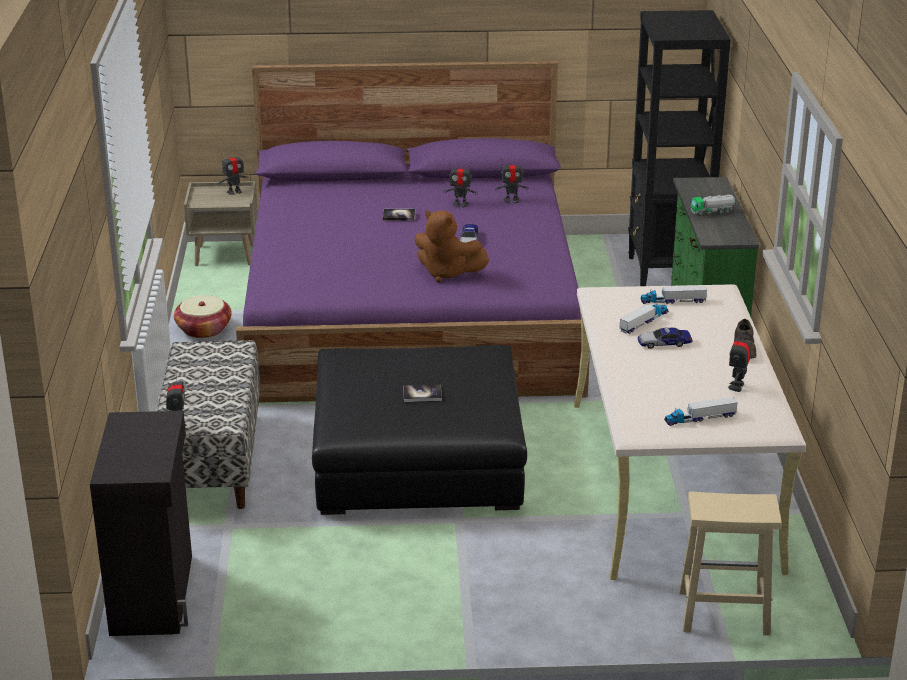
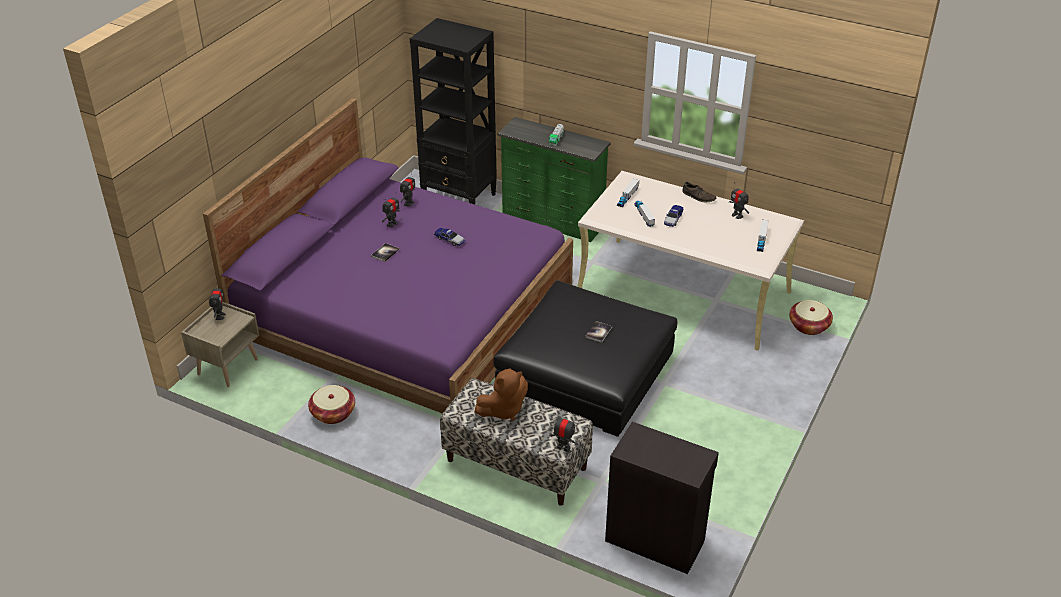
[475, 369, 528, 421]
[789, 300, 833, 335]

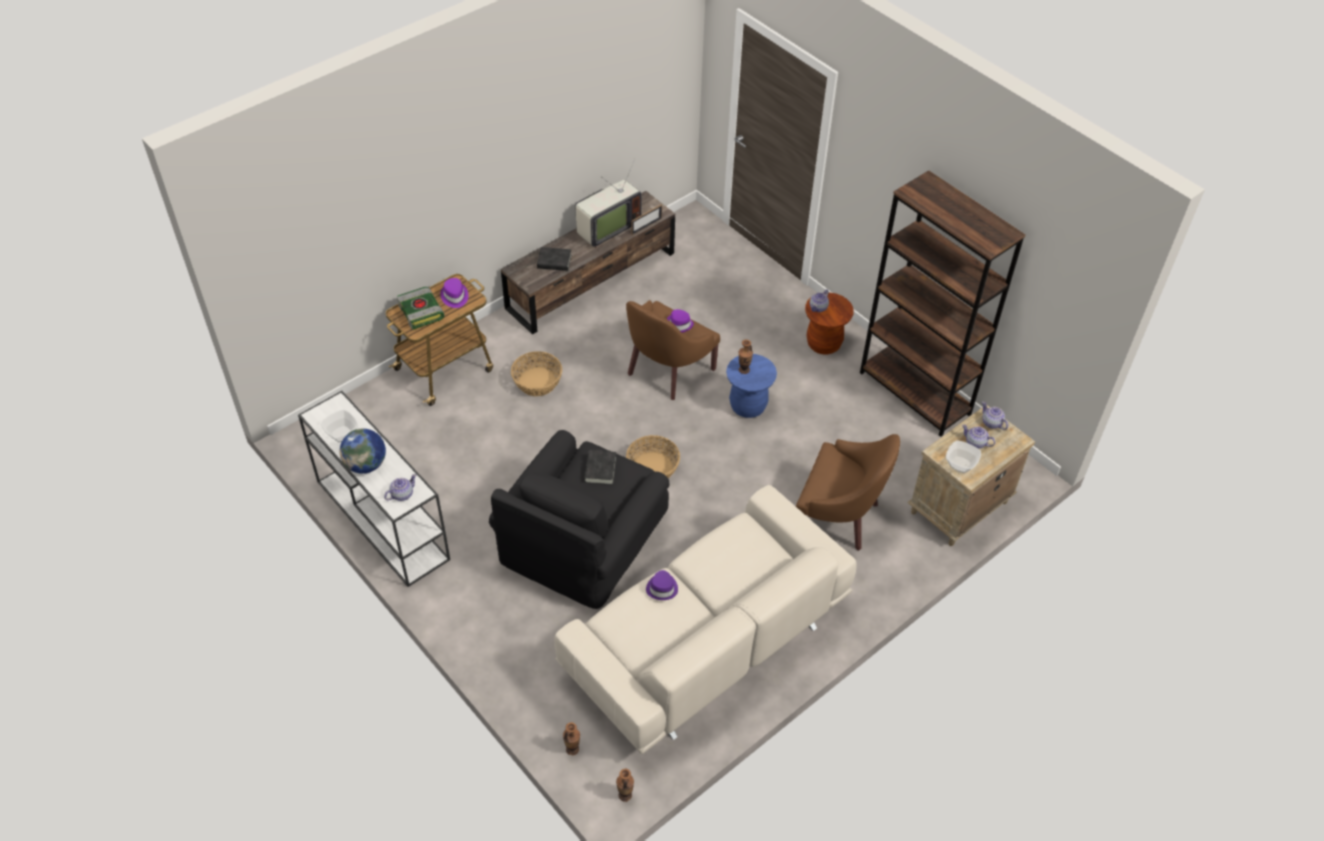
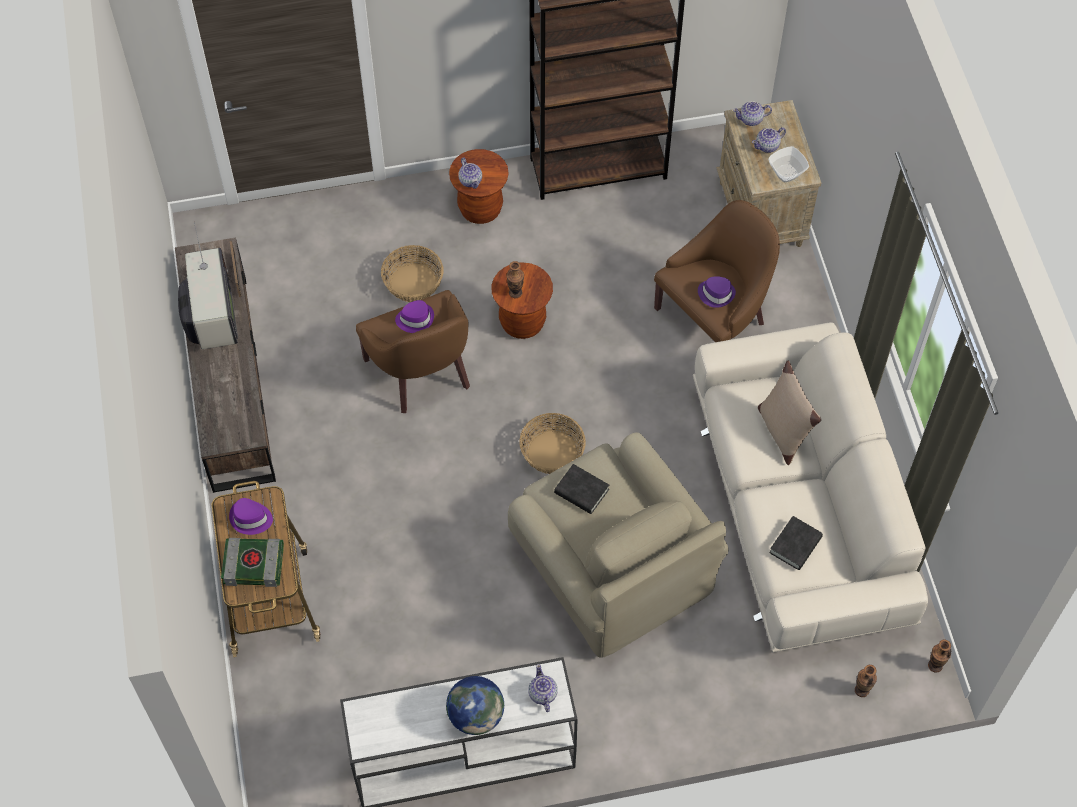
[321, 410, 358, 443] (first image)
[758, 360, 822, 465]
[381, 245, 444, 302]
[769, 516, 823, 570]
[698, 276, 736, 308]
[508, 432, 729, 658]
[492, 262, 553, 339]

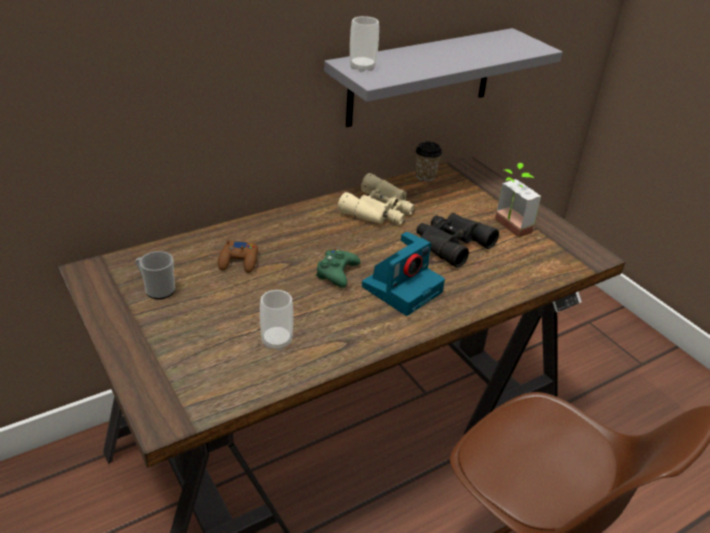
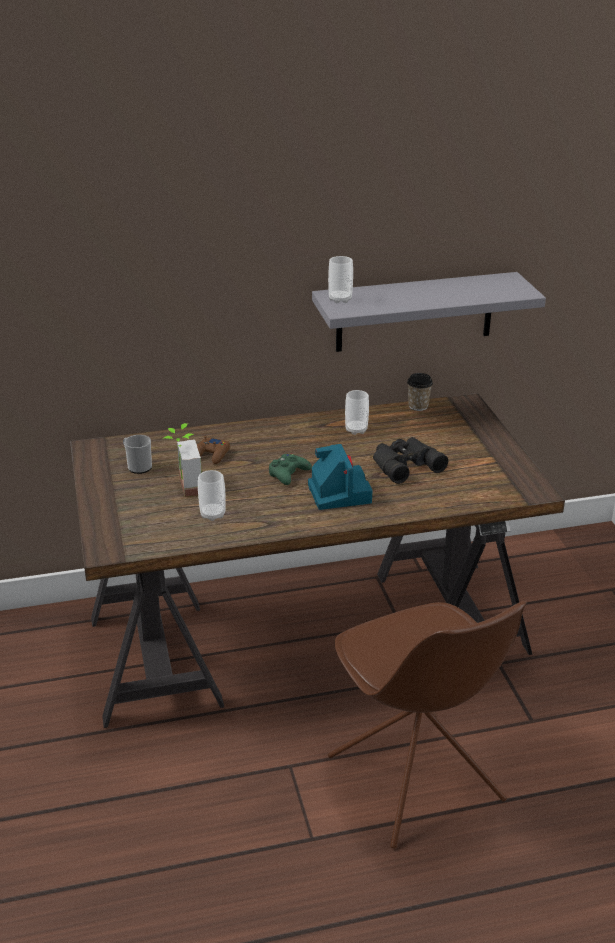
[163, 423, 202, 497]
[345, 390, 369, 435]
[308, 444, 373, 510]

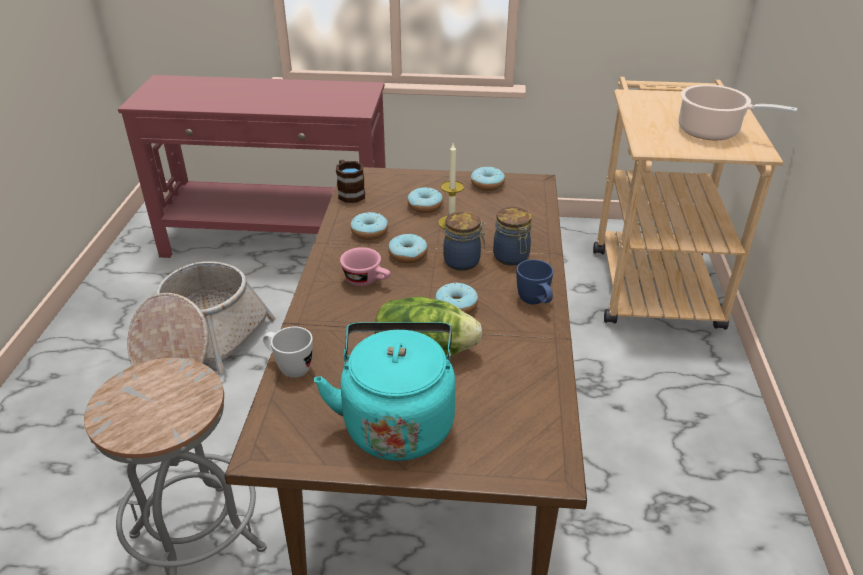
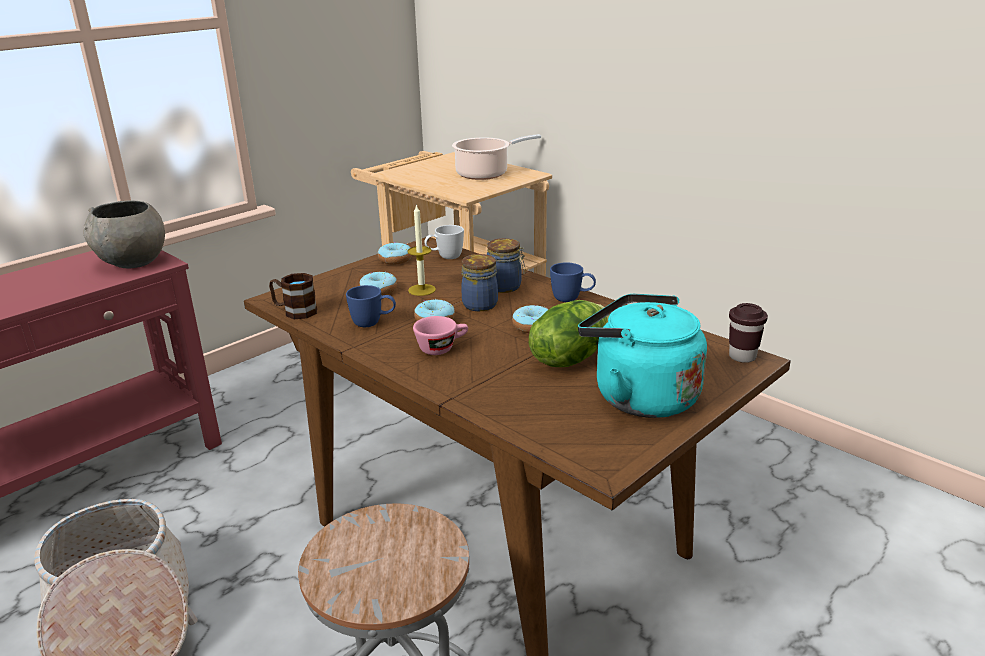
[83, 201, 165, 268]
[729, 303, 768, 363]
[424, 225, 464, 259]
[346, 285, 396, 327]

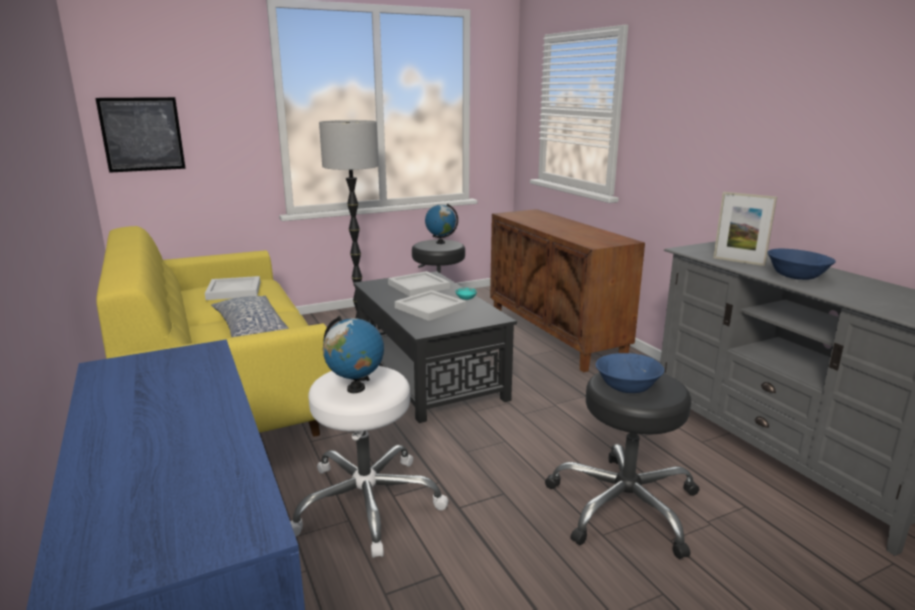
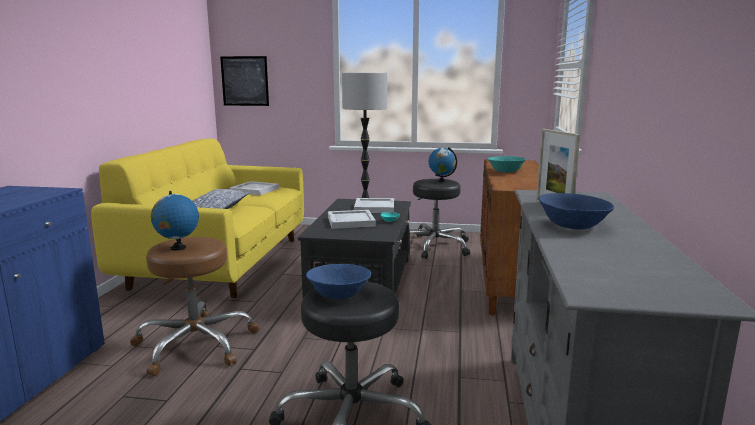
[488, 156, 526, 173]
[130, 237, 259, 376]

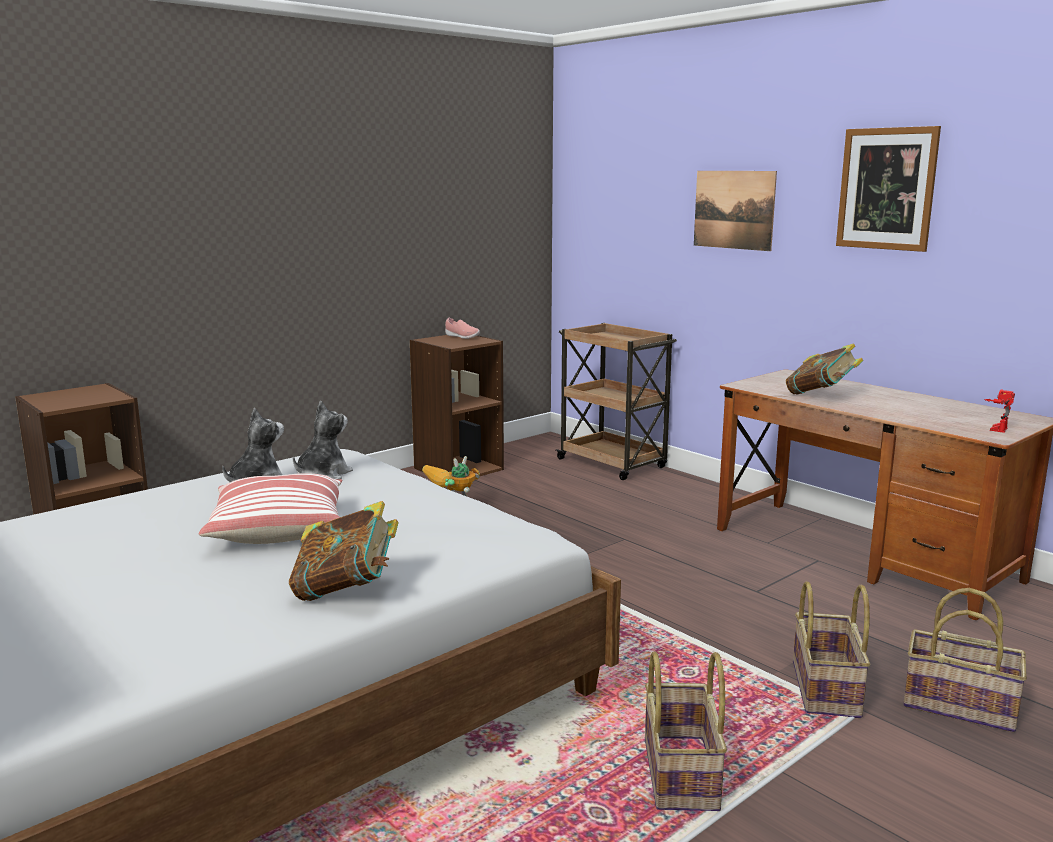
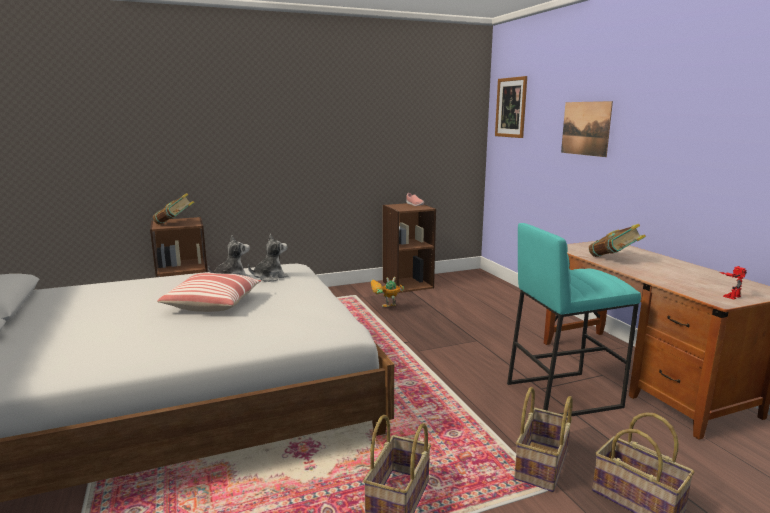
[556, 323, 677, 480] (first image)
[507, 223, 641, 416]
[153, 193, 194, 225]
[495, 76, 527, 138]

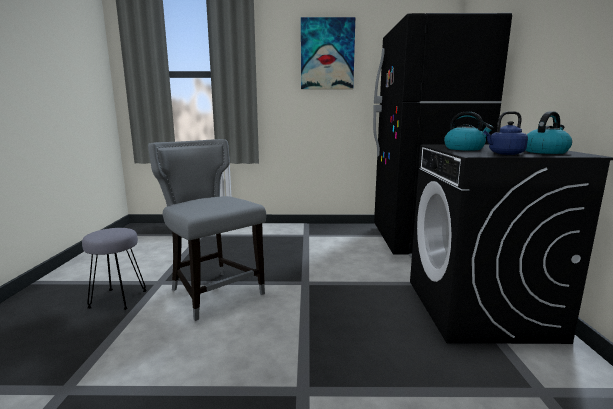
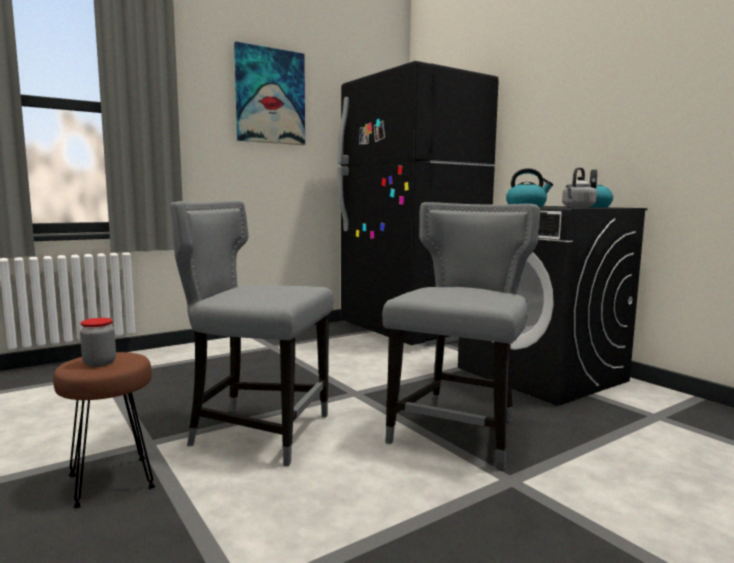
[80, 318, 116, 367]
[382, 202, 540, 470]
[53, 352, 155, 508]
[562, 167, 597, 208]

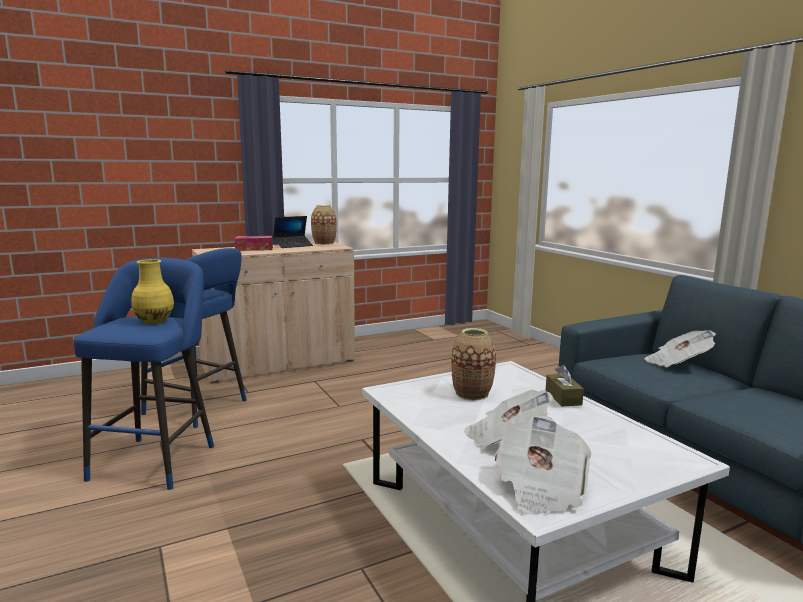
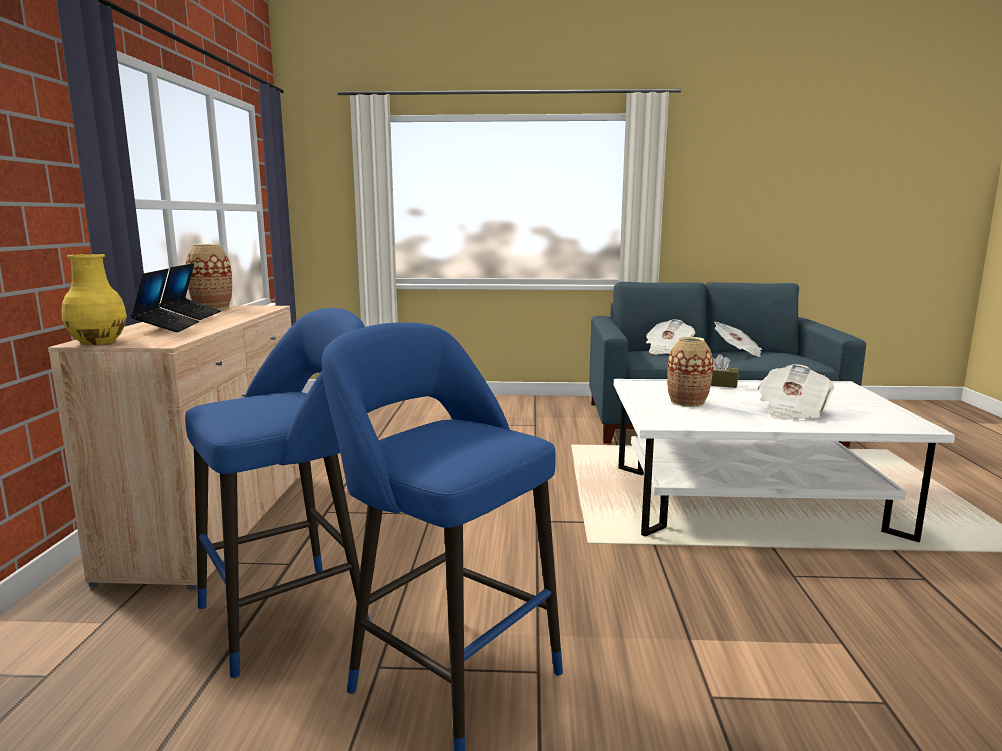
[62, 254, 127, 345]
[715, 322, 762, 357]
[131, 269, 199, 332]

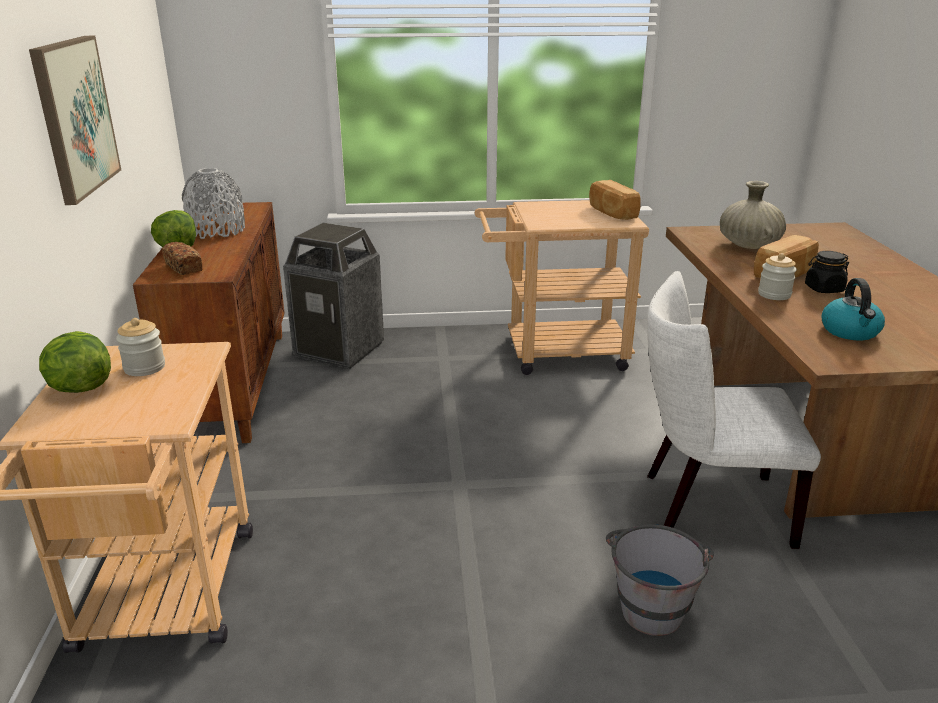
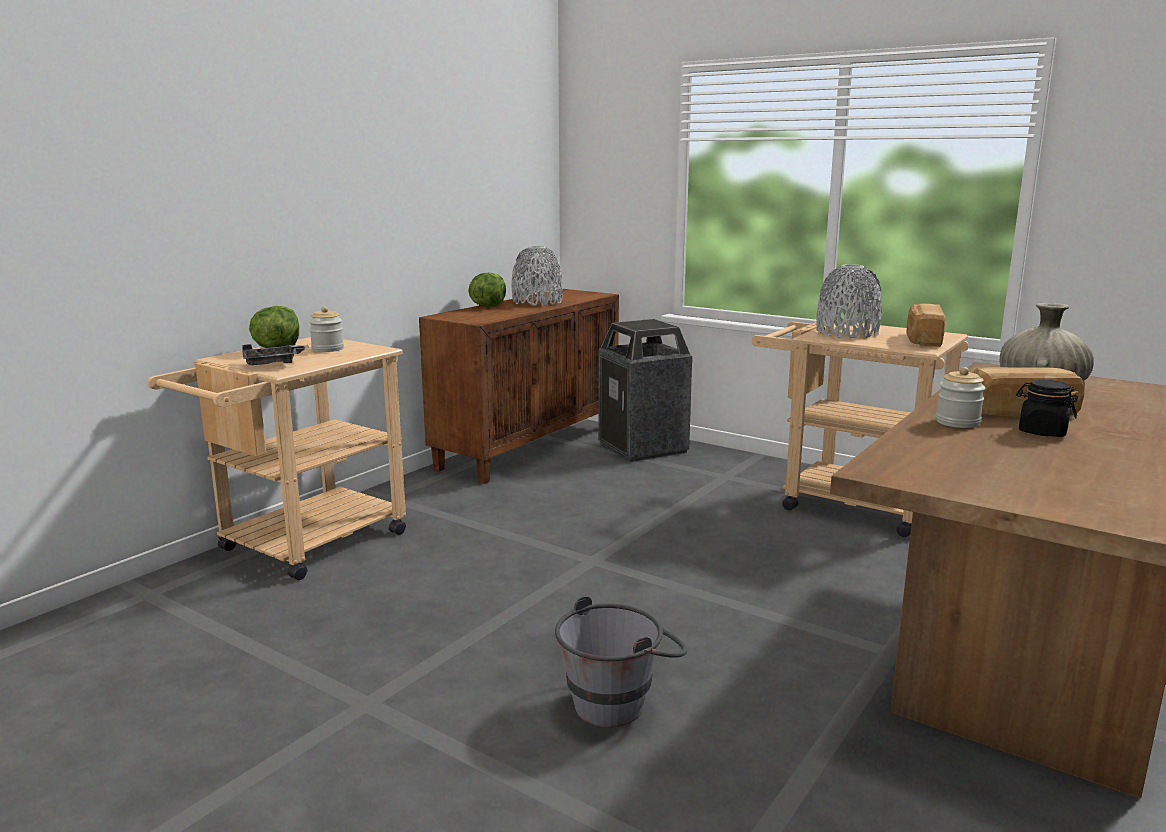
[29, 36, 121, 205] (first image)
[162, 242, 202, 275] (first image)
[647, 271, 821, 549] (first image)
[821, 278, 885, 341] (first image)
[242, 344, 309, 365]
[816, 264, 882, 339]

